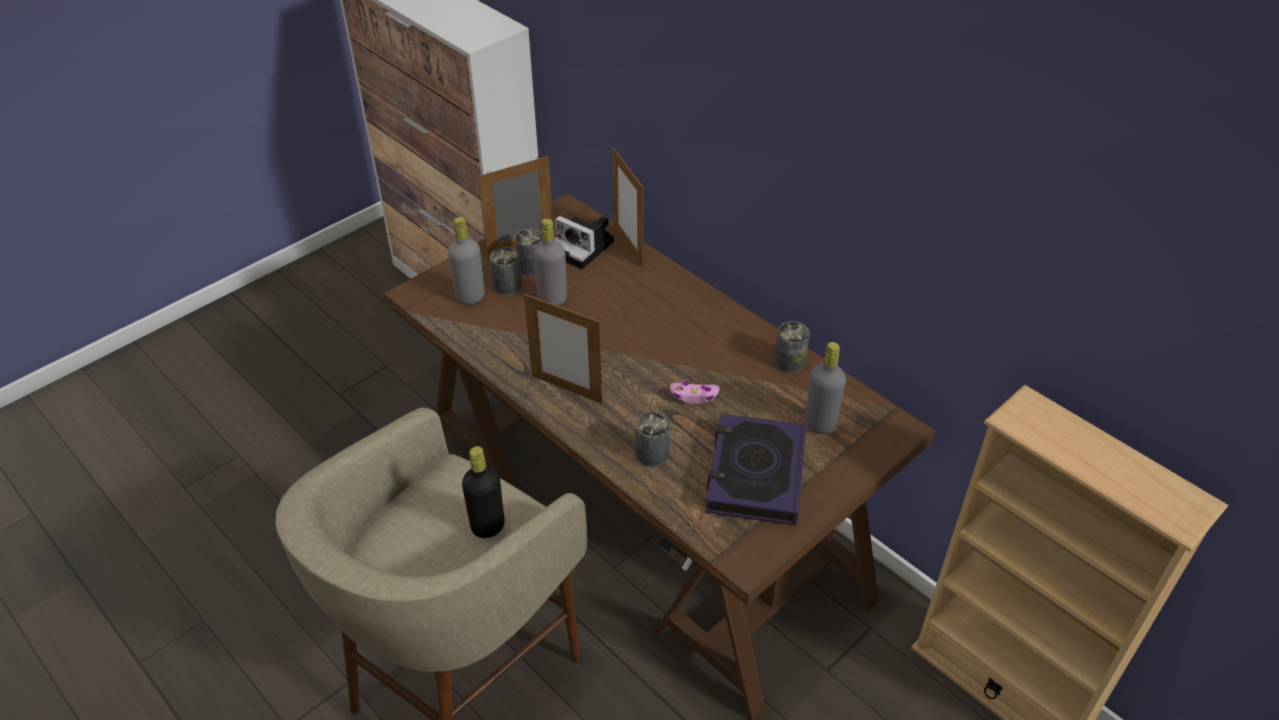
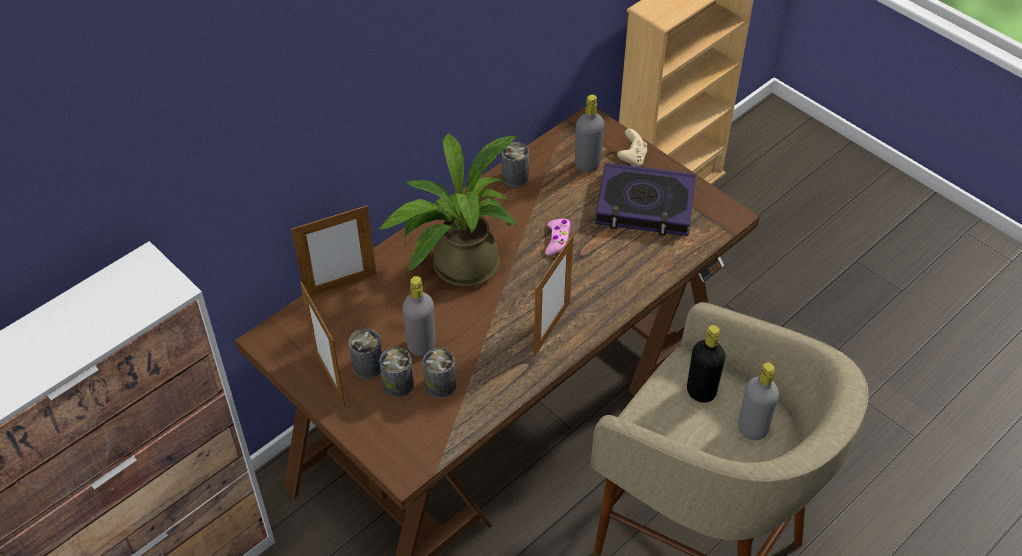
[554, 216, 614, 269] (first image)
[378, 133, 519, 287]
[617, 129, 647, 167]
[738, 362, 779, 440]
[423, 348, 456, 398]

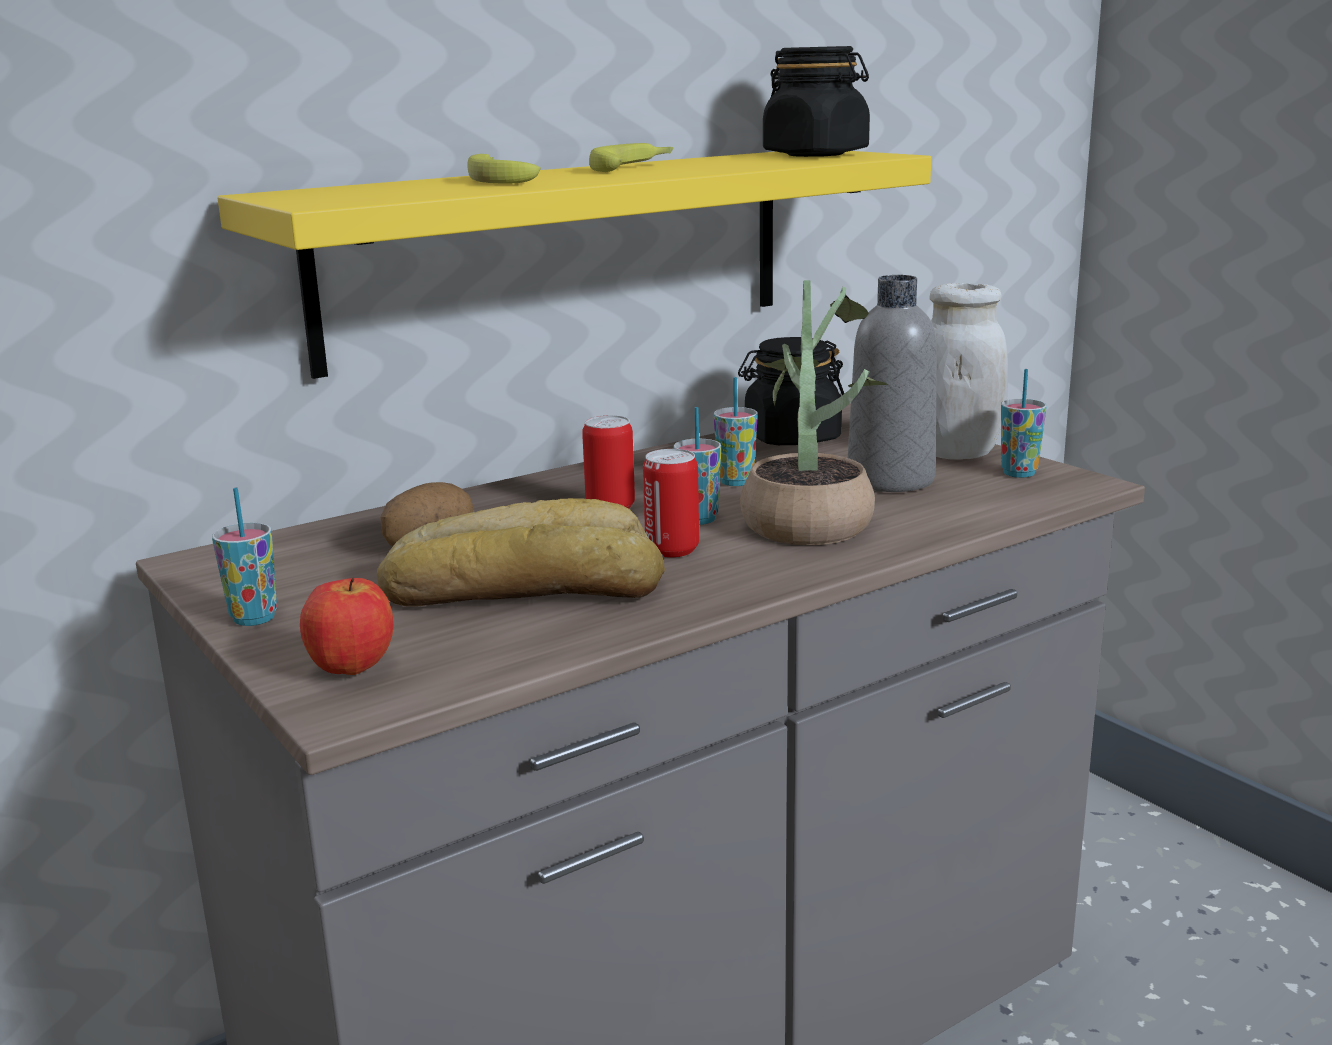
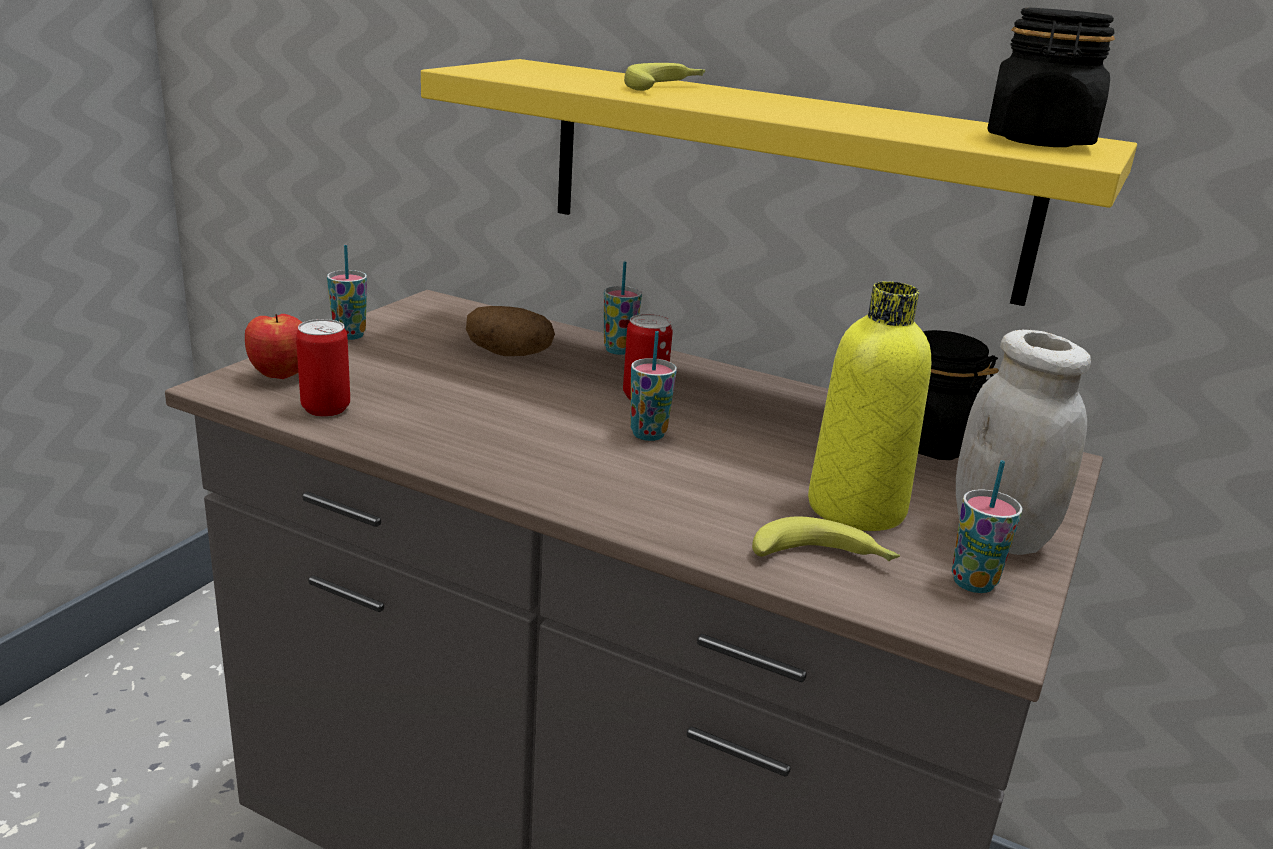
[377, 498, 665, 607] (first image)
[740, 280, 889, 545] (first image)
[752, 516, 900, 561]
[296, 319, 350, 417]
[604, 261, 642, 355]
[808, 281, 931, 531]

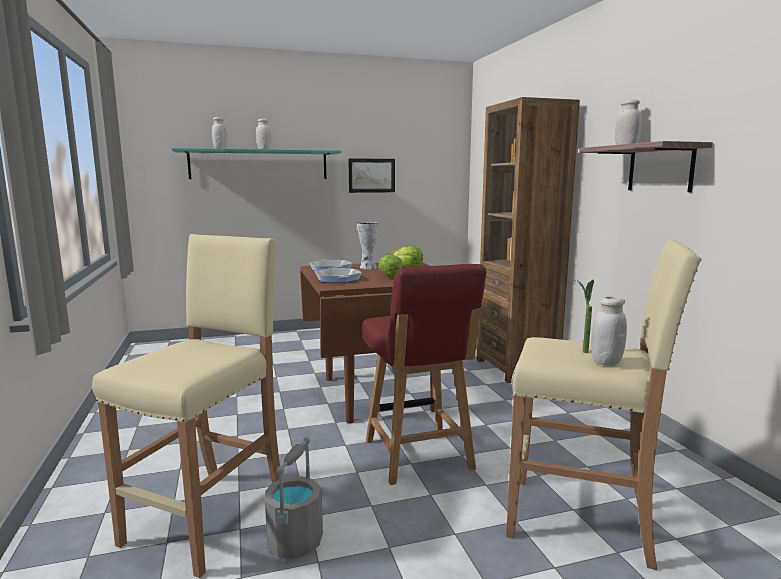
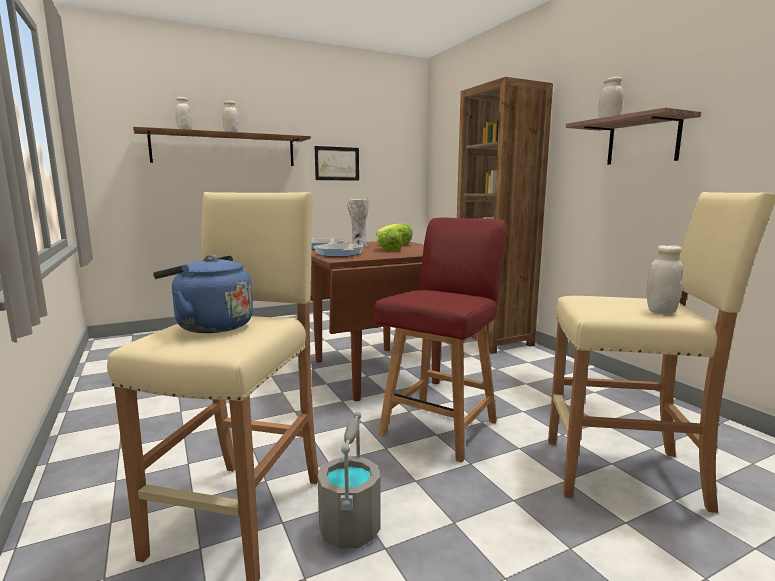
[576, 279, 594, 353] (first image)
[153, 255, 253, 333]
[133, 127, 311, 166]
[374, 217, 507, 463]

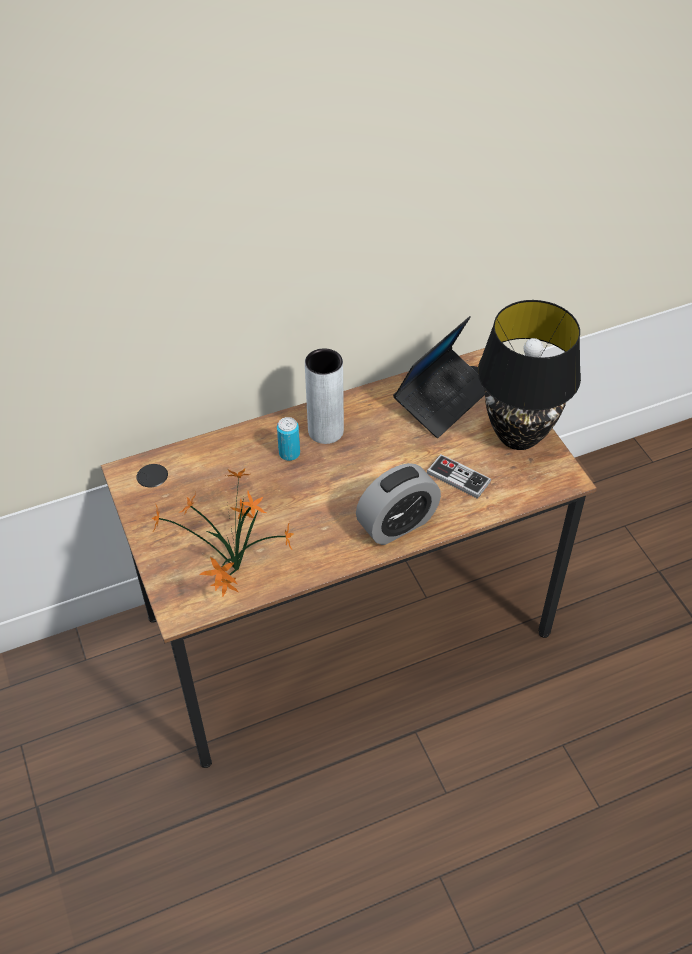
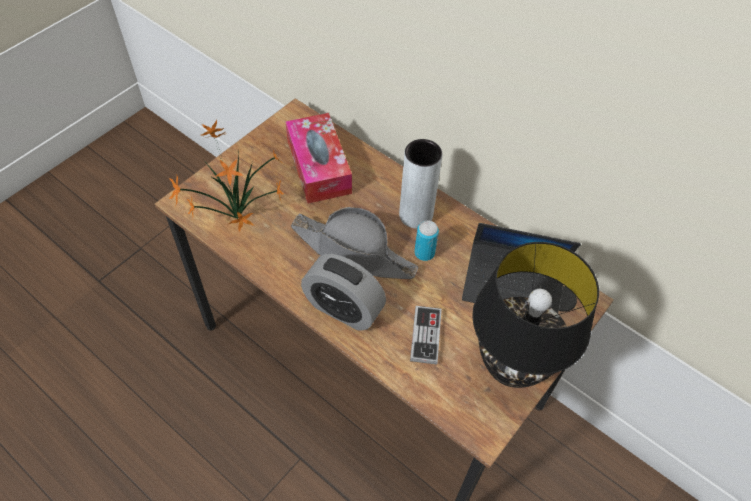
[285, 113, 352, 203]
[291, 207, 418, 279]
[414, 221, 439, 261]

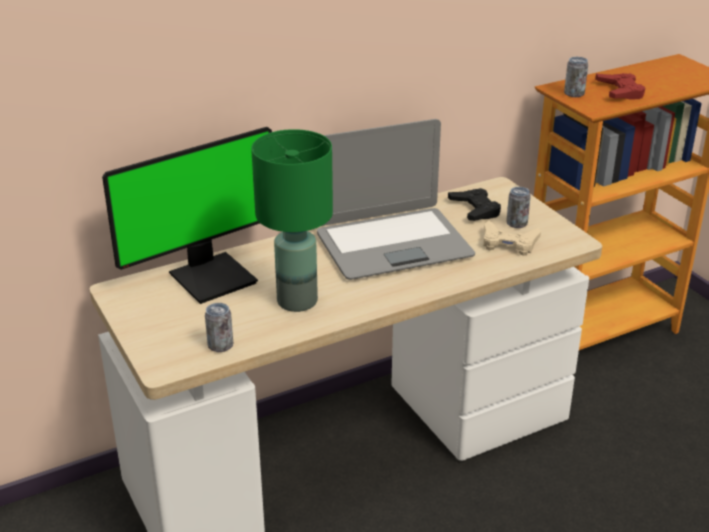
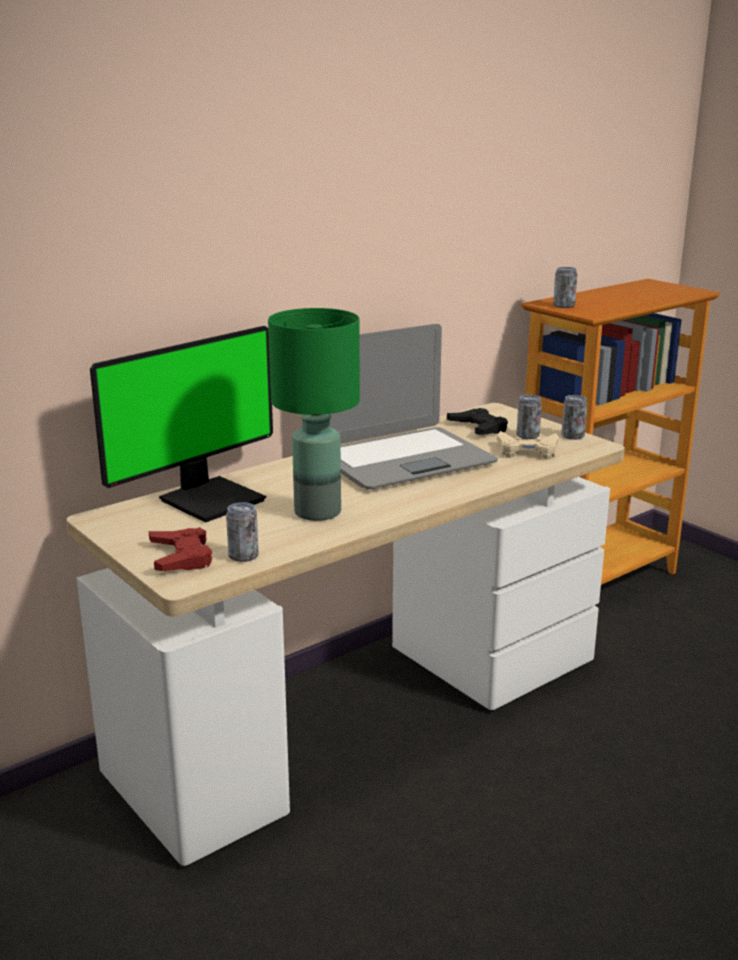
[561, 395, 587, 440]
[149, 527, 212, 571]

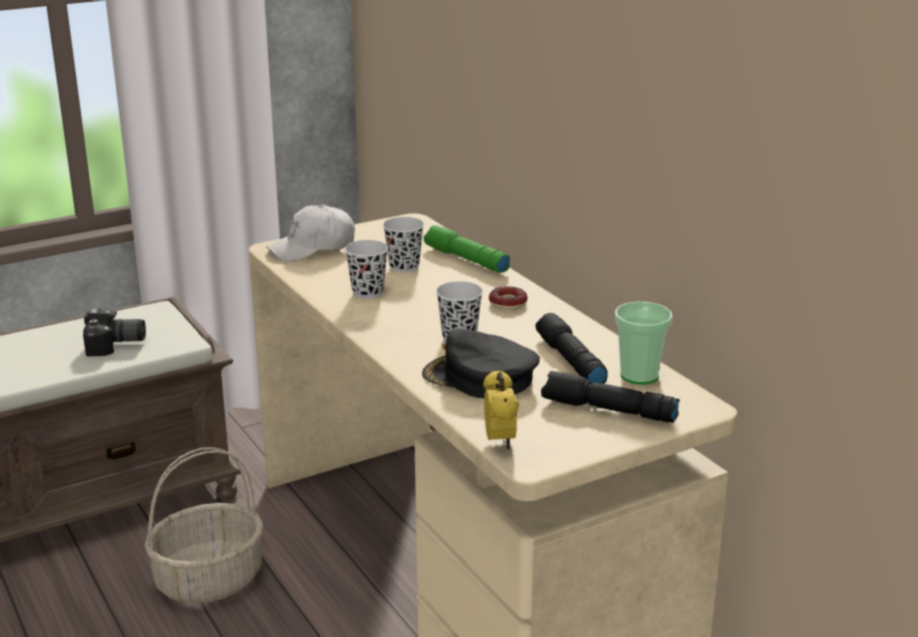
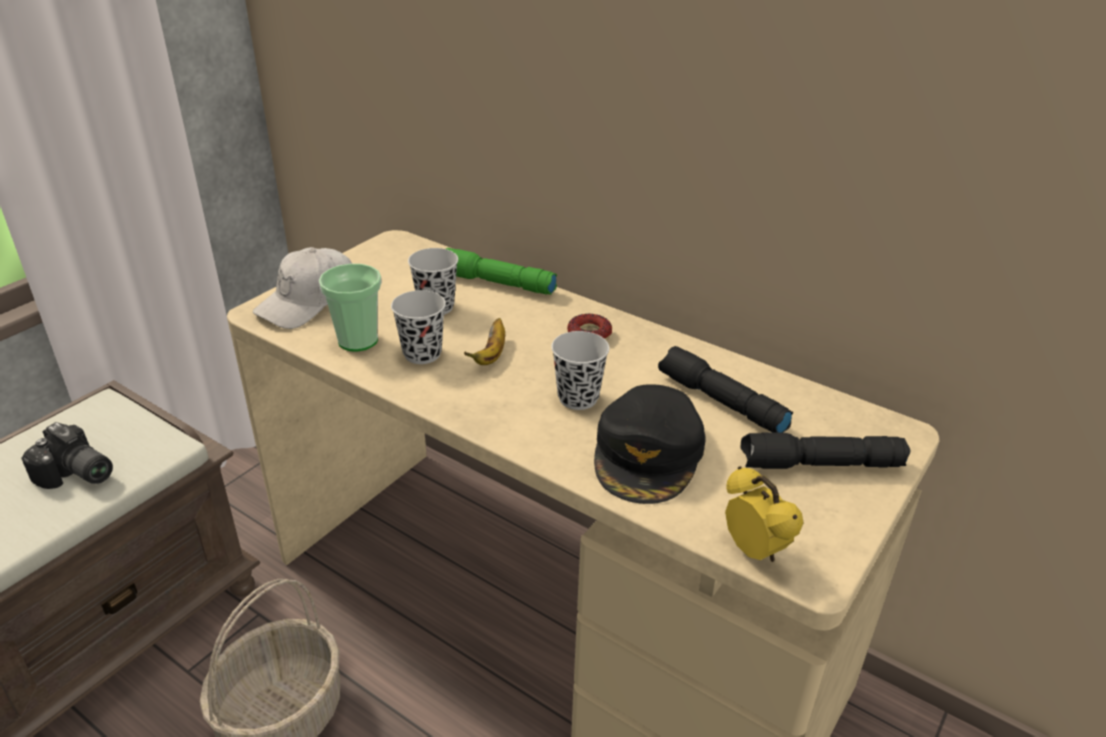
[464, 318, 505, 365]
[319, 264, 382, 351]
[21, 422, 113, 489]
[594, 384, 706, 504]

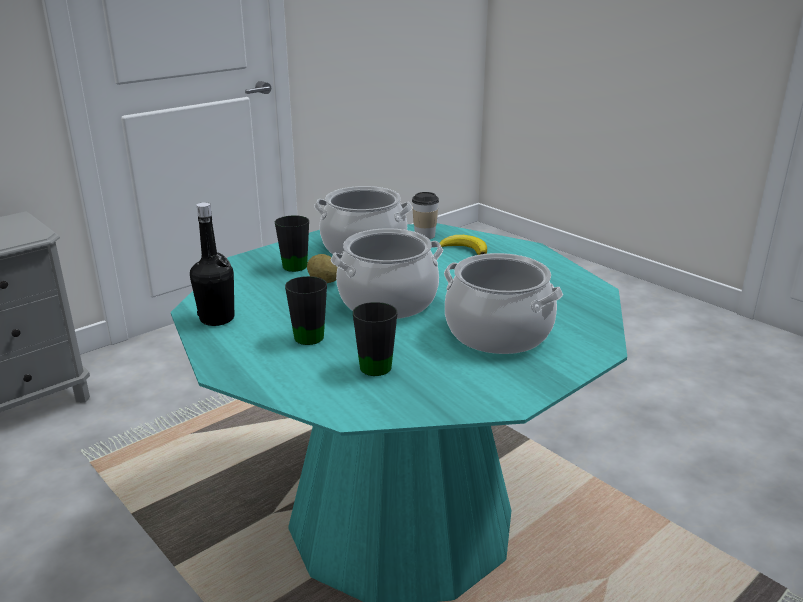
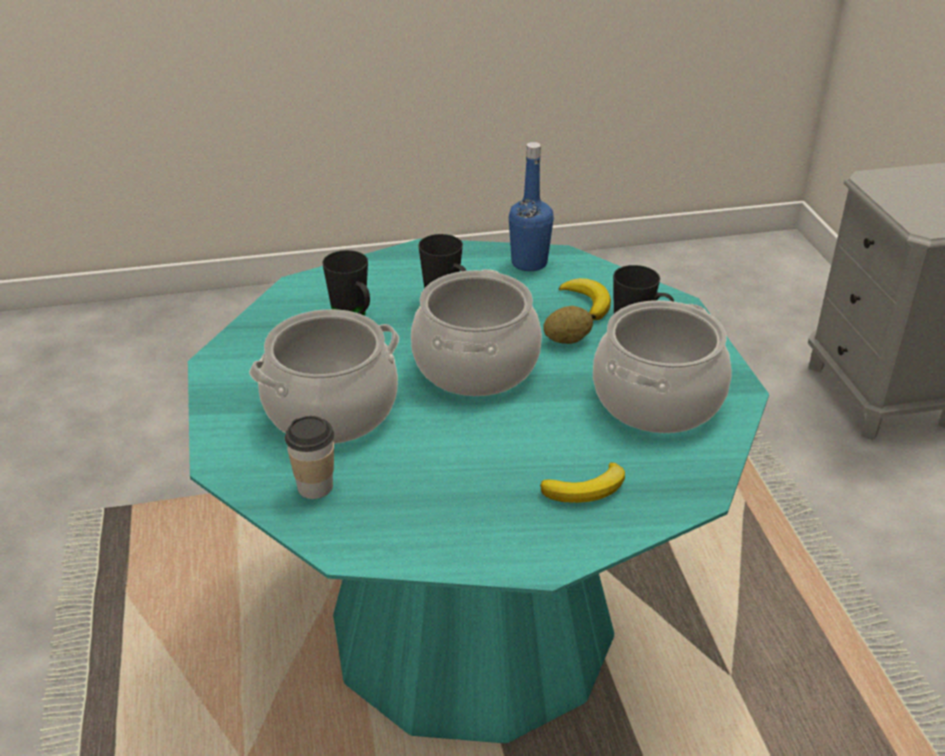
[559, 278, 611, 320]
[285, 416, 334, 499]
[509, 142, 554, 271]

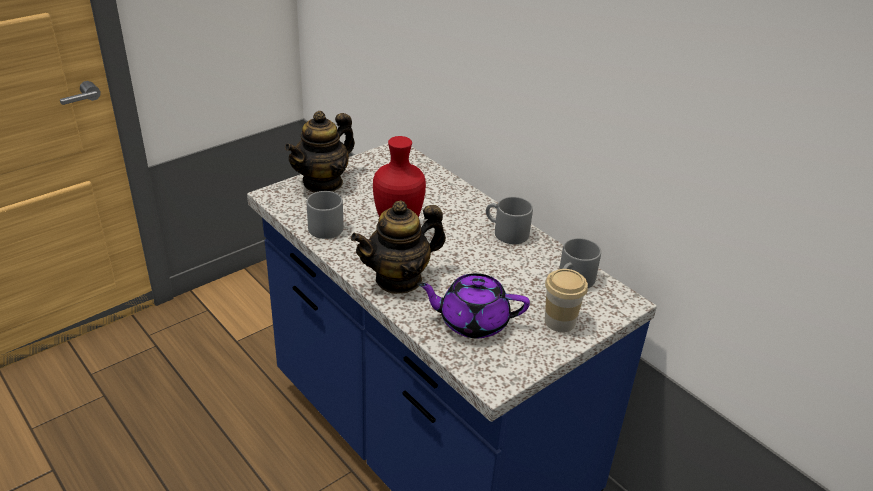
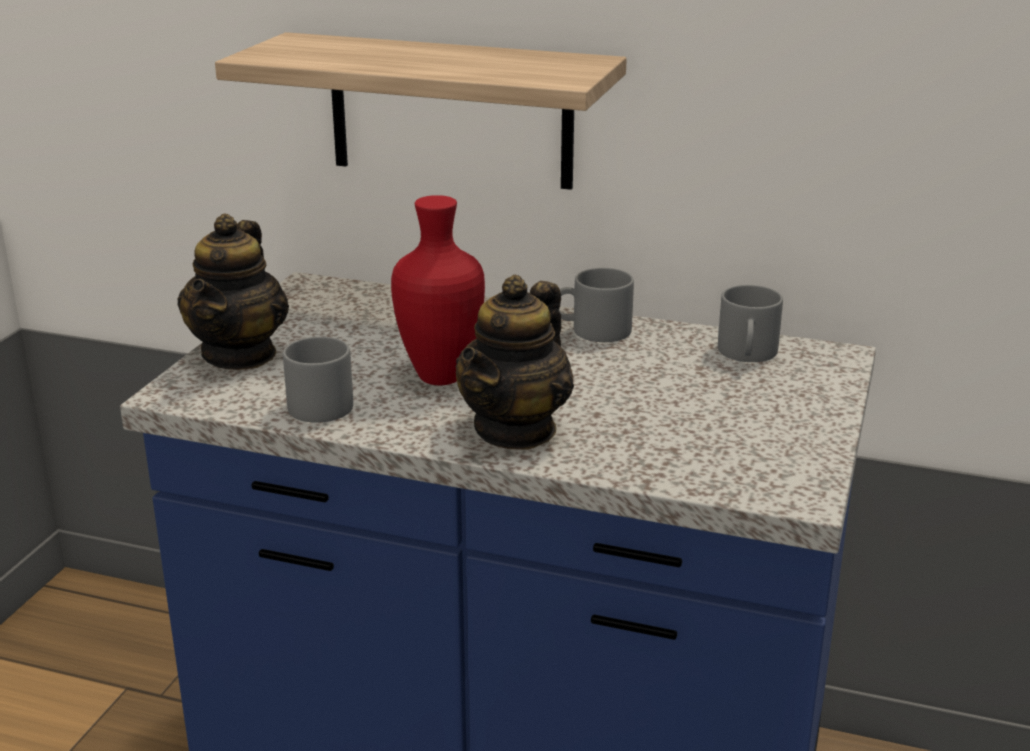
[417, 273, 530, 338] (first image)
[545, 269, 588, 332] (first image)
[215, 32, 627, 190]

